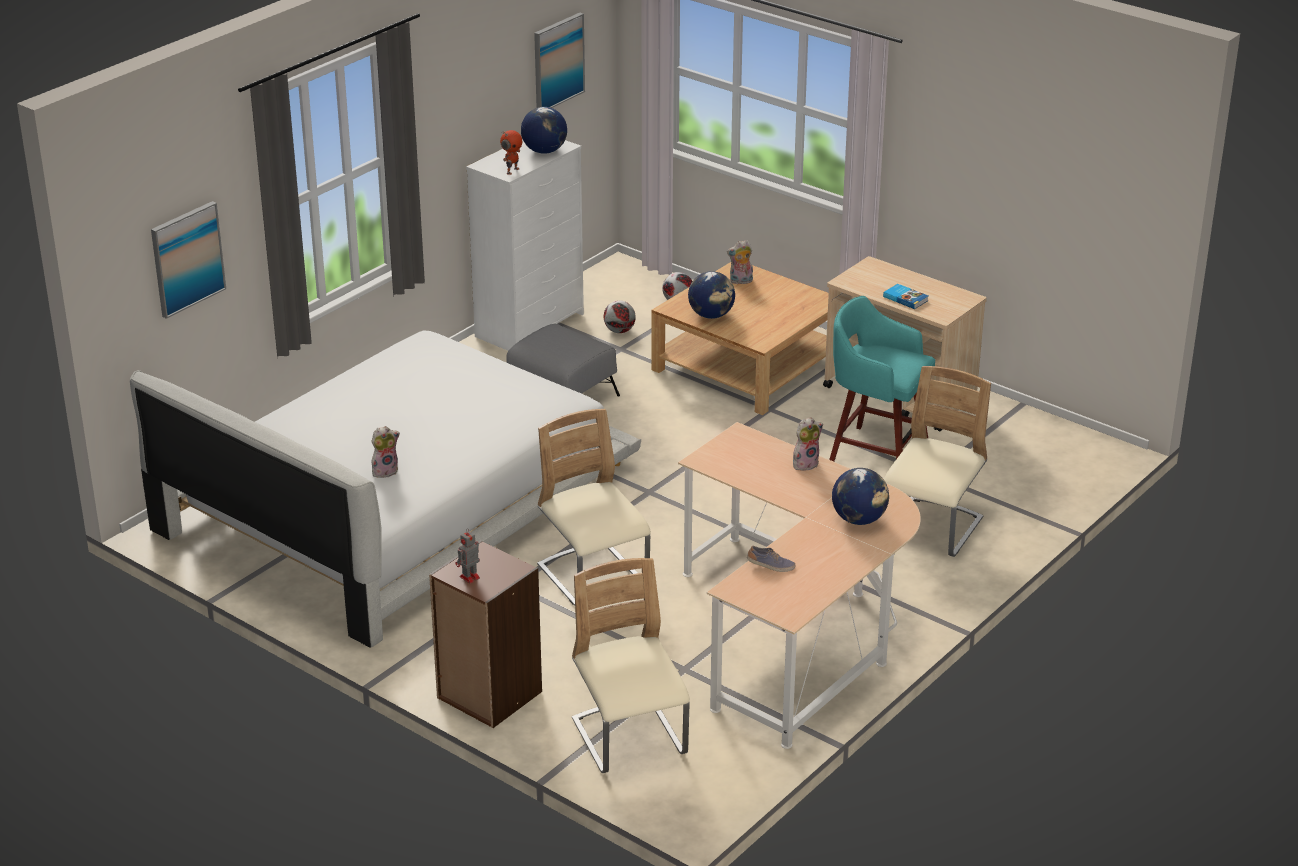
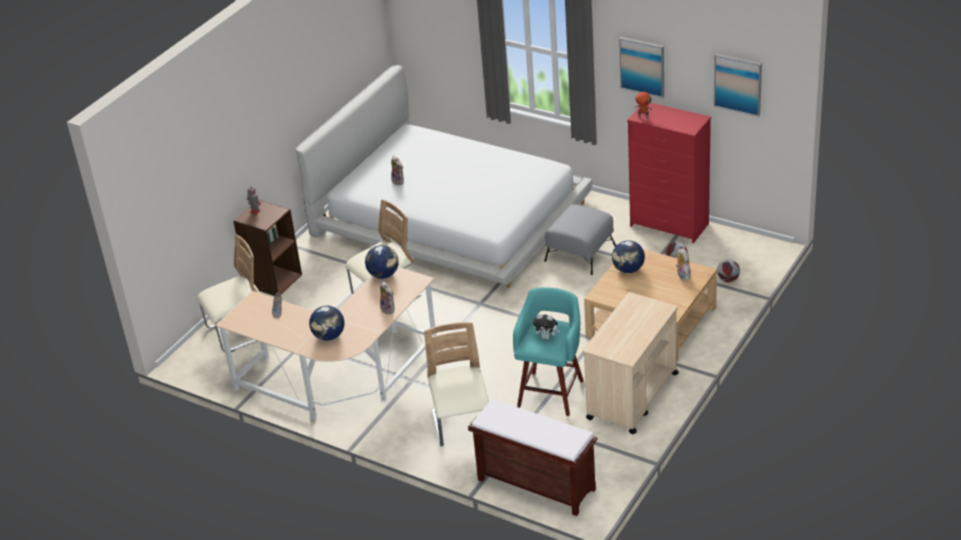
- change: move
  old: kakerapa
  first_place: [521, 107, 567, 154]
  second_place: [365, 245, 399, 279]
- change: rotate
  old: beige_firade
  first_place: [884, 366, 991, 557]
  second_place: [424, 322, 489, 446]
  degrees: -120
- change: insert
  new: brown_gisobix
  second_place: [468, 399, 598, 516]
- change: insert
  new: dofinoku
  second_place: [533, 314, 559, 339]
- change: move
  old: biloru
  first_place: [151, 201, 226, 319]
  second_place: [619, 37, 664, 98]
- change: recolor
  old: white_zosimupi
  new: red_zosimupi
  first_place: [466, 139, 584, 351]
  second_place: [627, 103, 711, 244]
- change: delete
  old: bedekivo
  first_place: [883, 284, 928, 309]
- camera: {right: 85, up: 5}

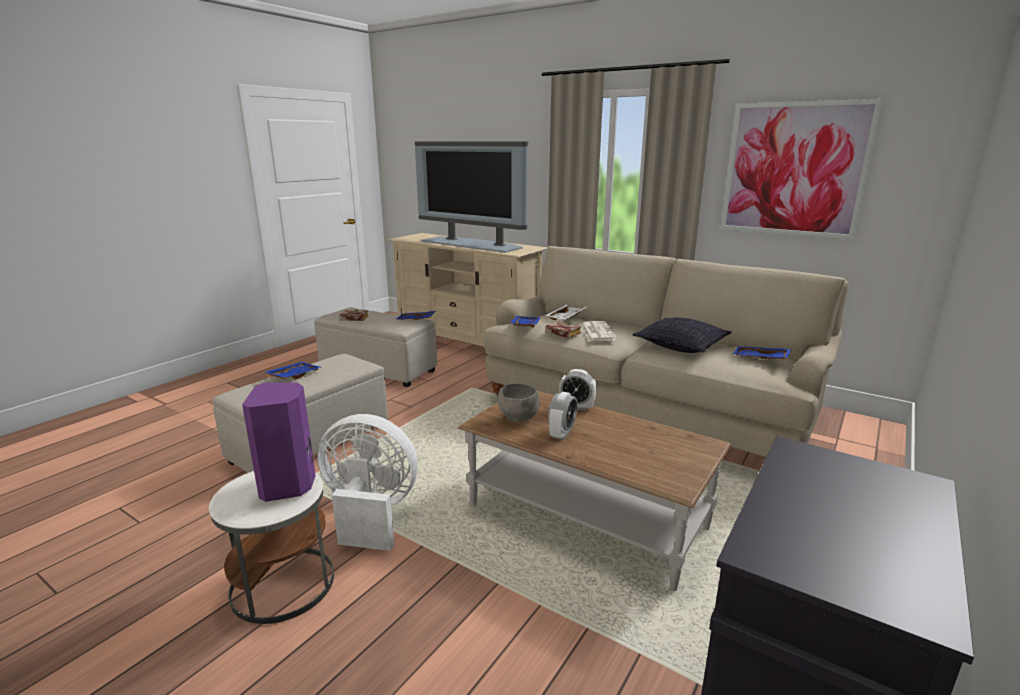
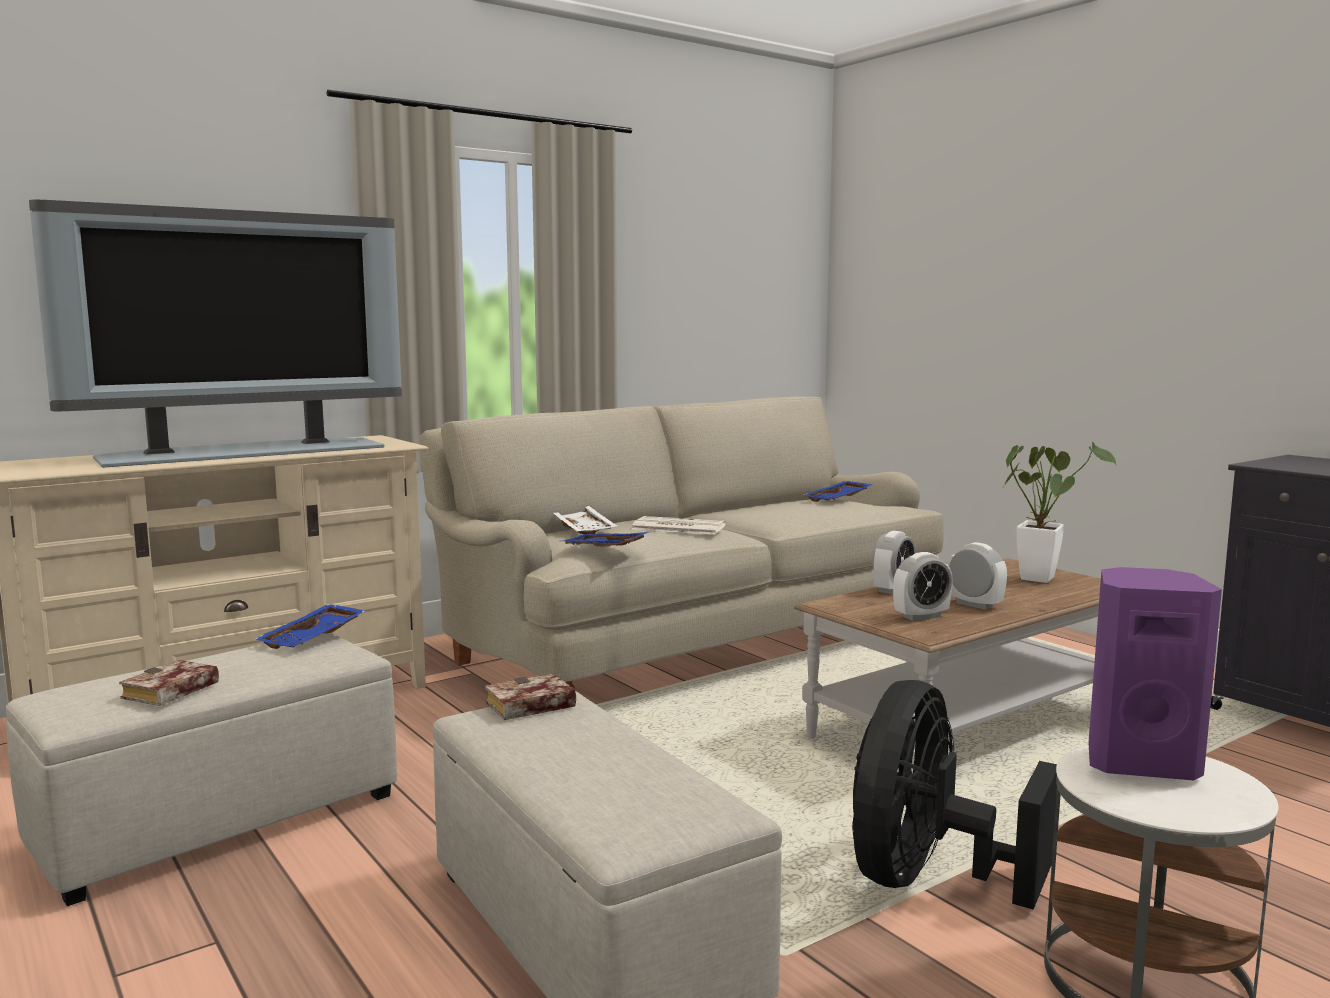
- change: move
  old: bedekivo
  first_place: [545, 321, 581, 338]
  second_place: [485, 673, 576, 720]
- change: recolor
  old: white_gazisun
  new: black_gazisun
  first_place: [317, 414, 418, 551]
  second_place: [852, 680, 1057, 910]
- change: replace
  old: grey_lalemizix
  new: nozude
  first_place: [498, 383, 540, 422]
  second_place: [893, 552, 953, 621]
- change: insert
  new: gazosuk
  second_place: [1004, 442, 1117, 583]
- change: delete
  old: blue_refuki
  first_place: [265, 362, 322, 380]
- change: delete
  old: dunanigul
  first_place: [633, 318, 732, 353]
- change: delete
  old: biloru
  first_place: [721, 99, 883, 240]
- camera: {right: -70, up: -10}

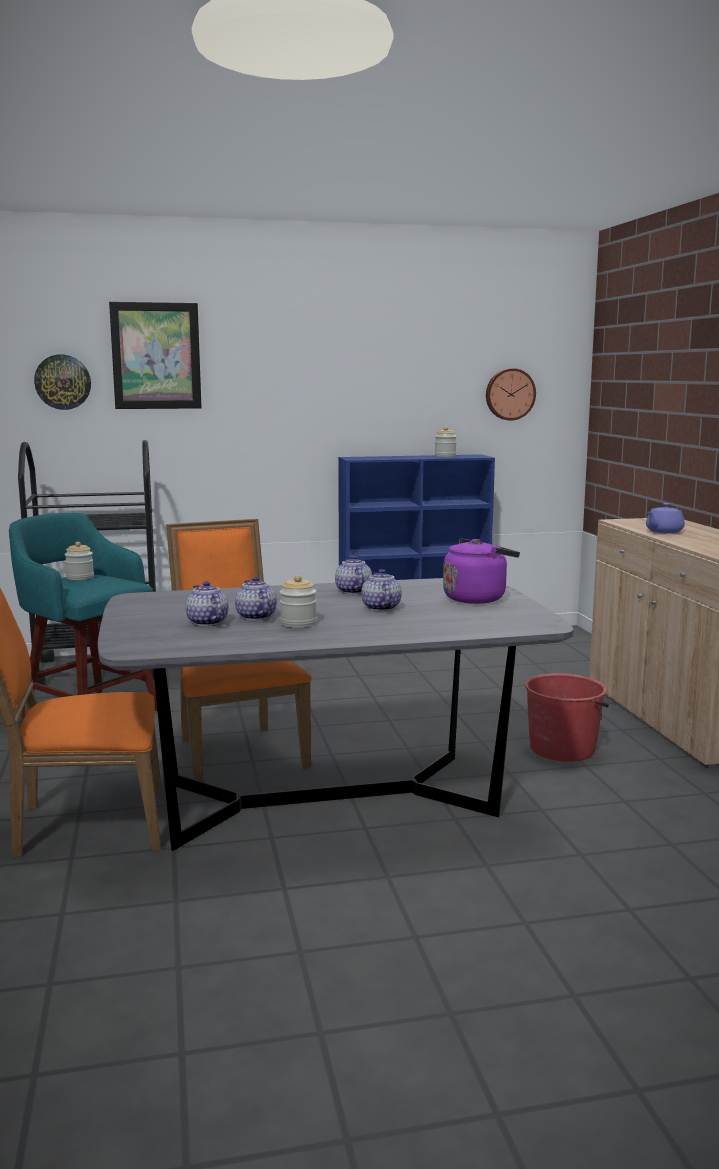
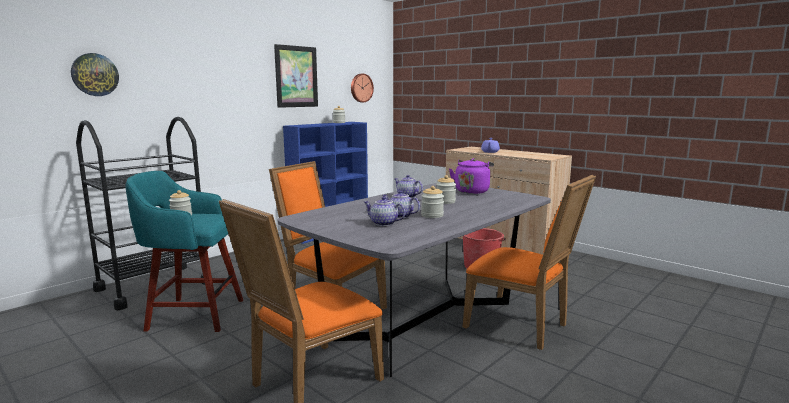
- change: move
  old: biloru
  first_place: [109, 302, 202, 409]
  second_place: [274, 44, 318, 108]
- change: replace
  old: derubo
  new: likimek
  first_place: [361, 569, 402, 611]
  second_place: [436, 175, 456, 204]
- change: insert
  new: orange_firade
  second_place: [463, 175, 596, 350]
- camera: {right: -35, up: 0}

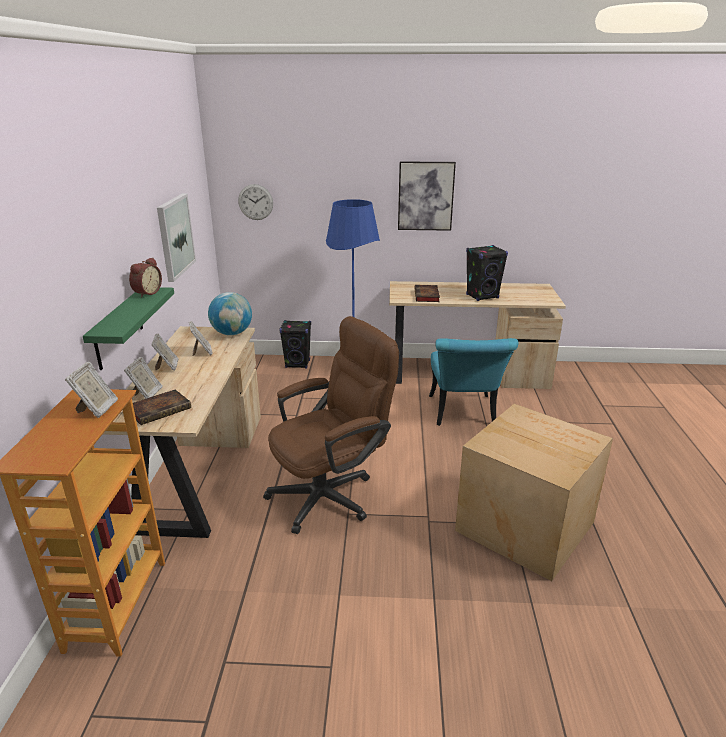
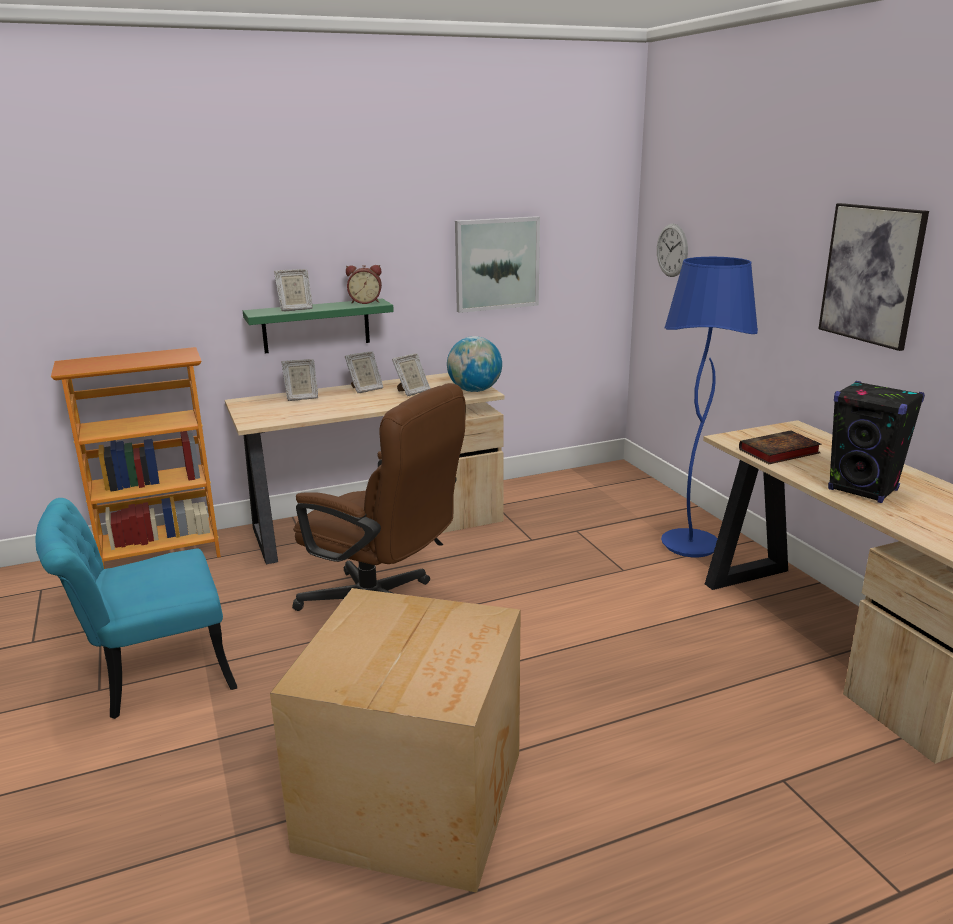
- change: move
  old: turquoise_firade
  first_place: [429, 338, 519, 426]
  second_place: [35, 498, 237, 719]
- change: move
  old: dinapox
  first_place: [65, 362, 118, 418]
  second_place: [274, 269, 313, 311]
- change: delete
  old: bedekivo
  first_place: [133, 390, 191, 425]
- change: delete
  old: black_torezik
  first_place: [279, 320, 311, 369]
- camera: {right: 65, up: -5}

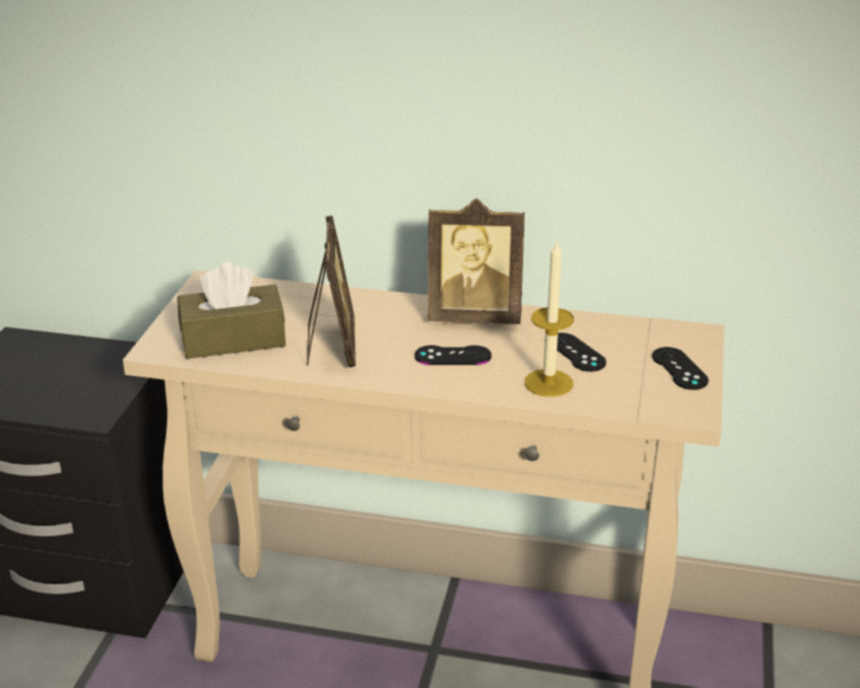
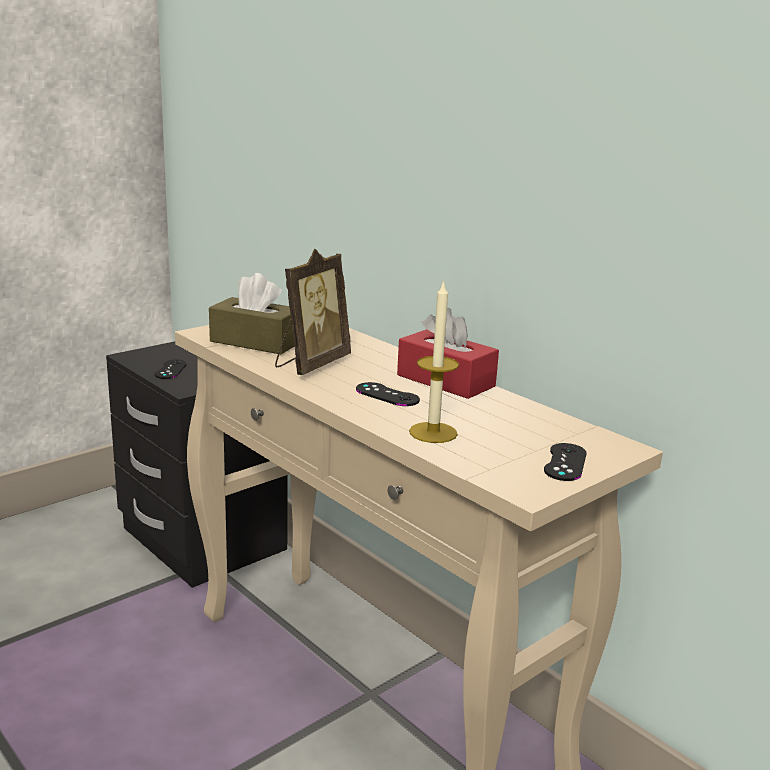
- change: move
  old: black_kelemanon
  first_place: [557, 333, 606, 372]
  second_place: [155, 359, 187, 379]
- change: replace
  old: dinapox
  new: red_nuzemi
  first_place: [428, 198, 525, 324]
  second_place: [397, 308, 499, 399]
- camera: {right: 35, up: -10}

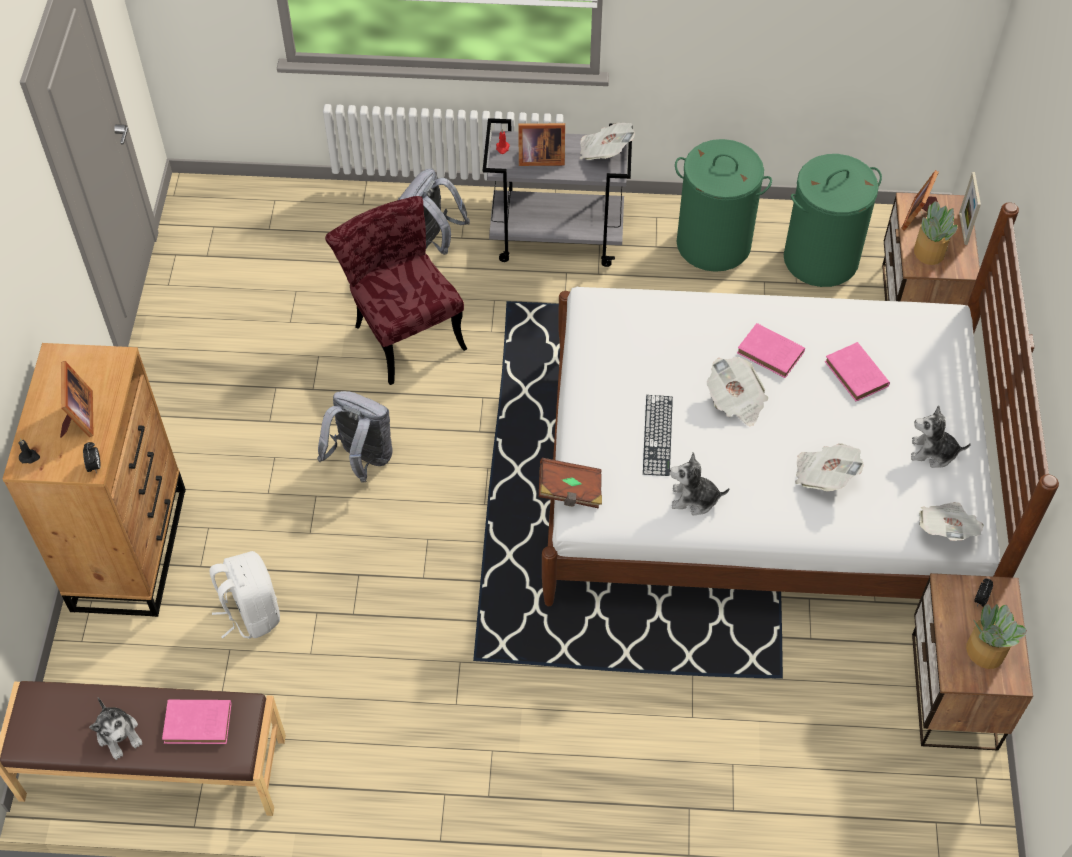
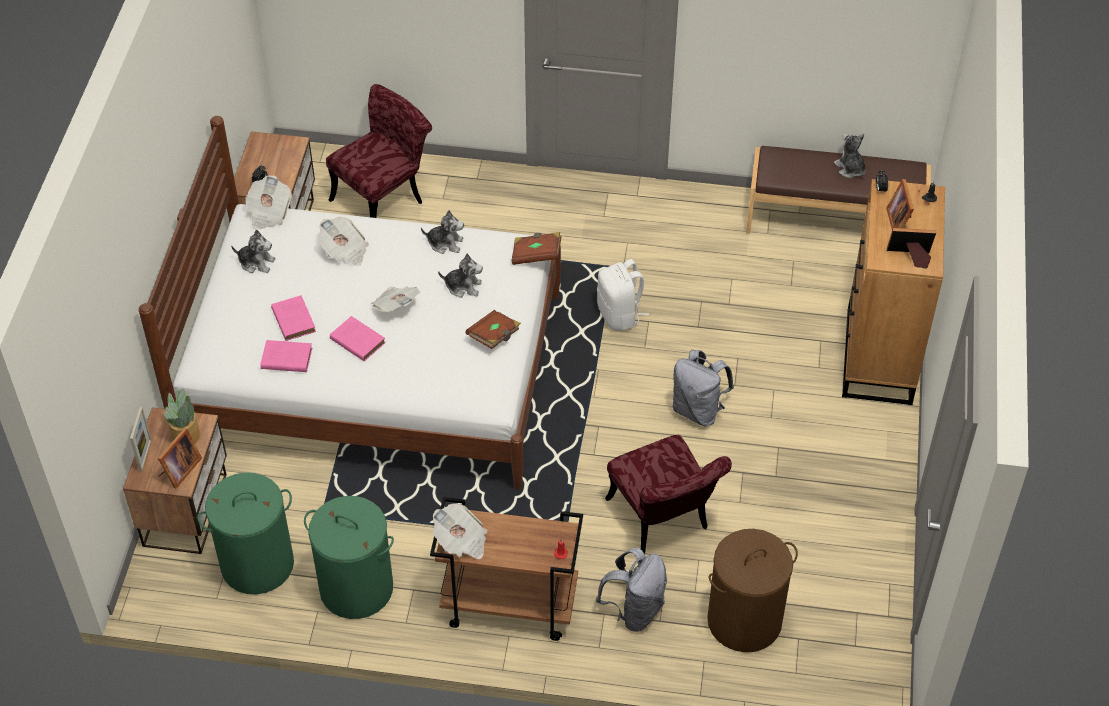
- change: move
  old: pink_bedekivo
  first_place: [162, 700, 232, 744]
  second_place: [260, 340, 312, 372]
- change: insert
  new: red_firade
  second_place: [326, 84, 432, 218]
- change: recolor
  old: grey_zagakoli
  new: brown_zagakoli
  first_place: [483, 118, 632, 267]
  second_place: [430, 497, 583, 641]
- change: replace
  old: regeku
  new: dofinoku
  first_place: [643, 395, 673, 476]
  second_place: [438, 253, 483, 298]
- change: insert
  new: brown_bedekivo
  second_place: [466, 310, 521, 349]
- change: move
  old: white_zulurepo
  first_place: [209, 551, 280, 639]
  second_place: [597, 259, 649, 331]
- change: insert
  new: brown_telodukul
  second_place: [707, 529, 798, 652]
- change: move
  old: dinapox
  first_place: [518, 123, 565, 166]
  second_place: [887, 228, 936, 269]
- change: delete
  old: gazosuk
  first_place: [966, 604, 1027, 669]
- camera: {right: -175, up: -5}

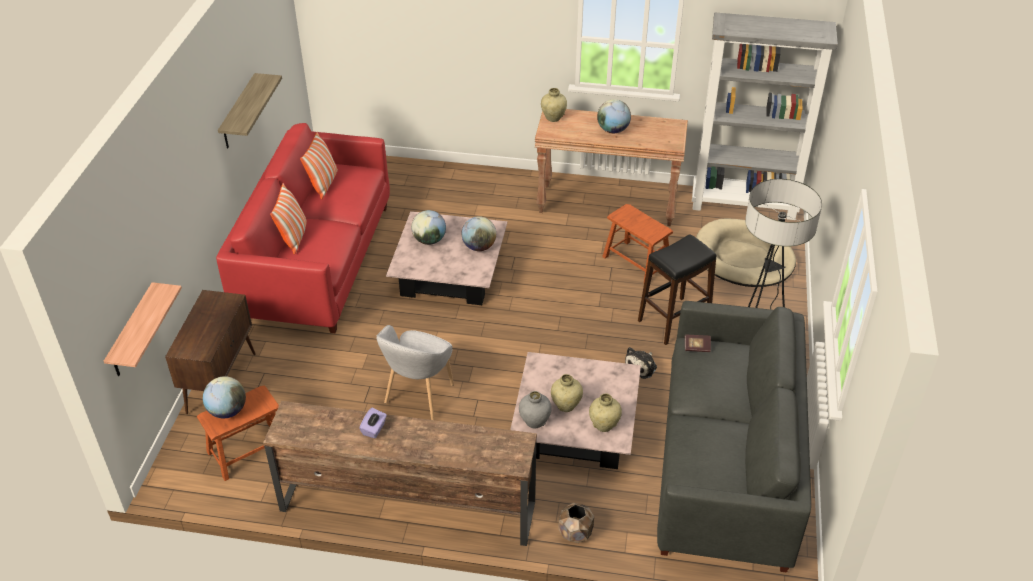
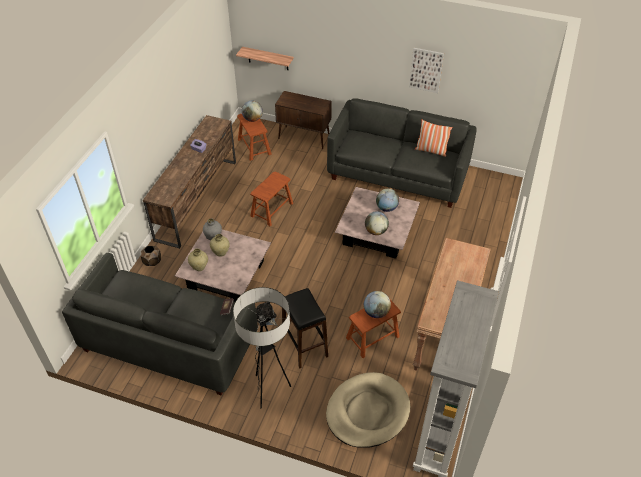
- change: replace
  old: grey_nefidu
  new: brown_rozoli
  first_place: [376, 325, 454, 420]
  second_place: [250, 172, 293, 226]
- change: recolor
  old: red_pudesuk
  new: grey_pudesuk
  first_place: [216, 123, 390, 333]
  second_place: [327, 98, 477, 208]
- change: move
  old: kakerapa
  first_place: [597, 99, 631, 133]
  second_place: [364, 291, 391, 318]
- change: replace
  old: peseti
  new: biloru
  first_place: [218, 73, 282, 149]
  second_place: [409, 48, 444, 93]
- change: delete
  old: dunanigul
  first_place: [270, 183, 307, 255]
- change: delete
  old: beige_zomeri
  first_place: [541, 88, 567, 122]
- camera: {right: 100, up: 5}

